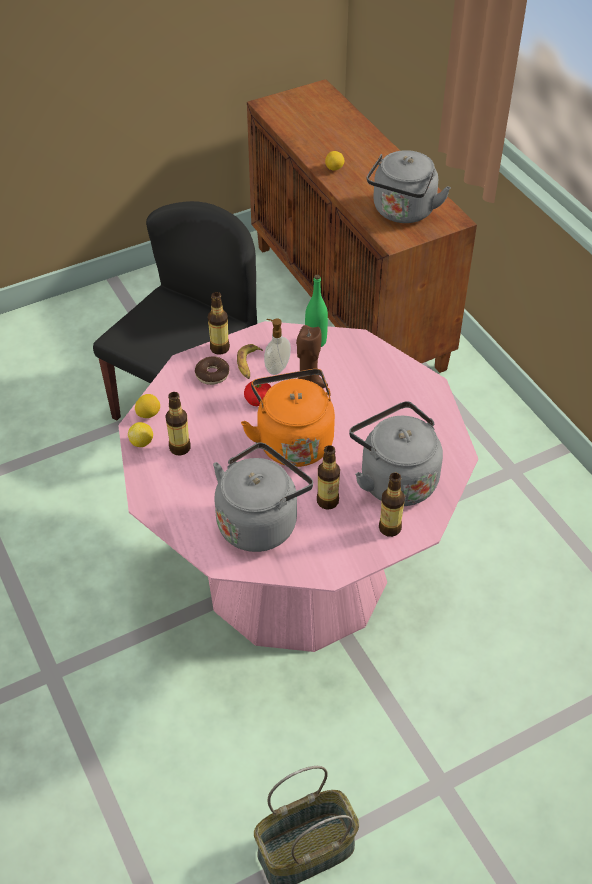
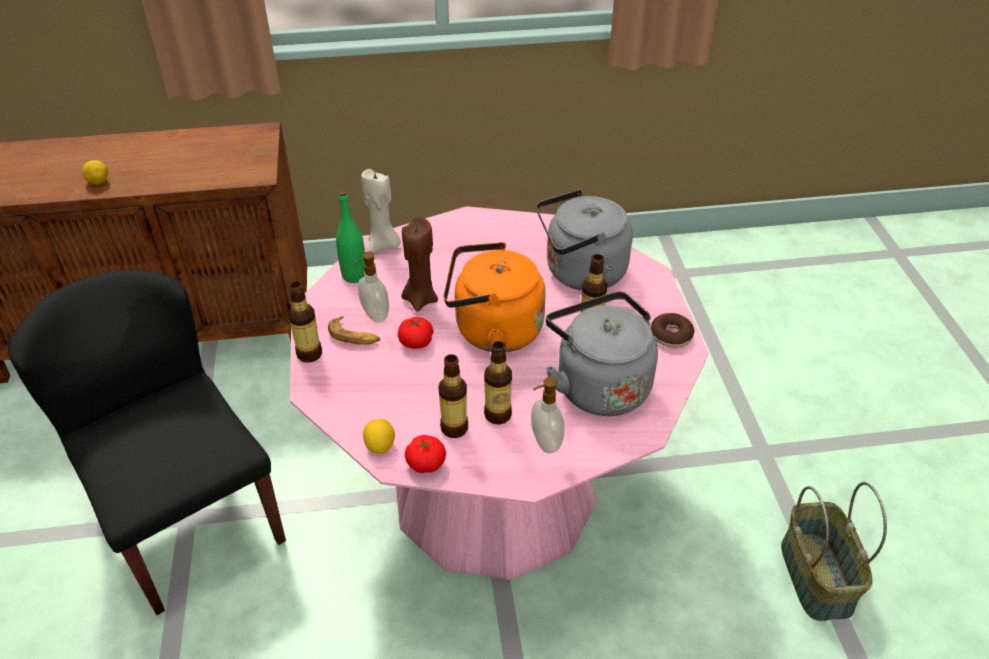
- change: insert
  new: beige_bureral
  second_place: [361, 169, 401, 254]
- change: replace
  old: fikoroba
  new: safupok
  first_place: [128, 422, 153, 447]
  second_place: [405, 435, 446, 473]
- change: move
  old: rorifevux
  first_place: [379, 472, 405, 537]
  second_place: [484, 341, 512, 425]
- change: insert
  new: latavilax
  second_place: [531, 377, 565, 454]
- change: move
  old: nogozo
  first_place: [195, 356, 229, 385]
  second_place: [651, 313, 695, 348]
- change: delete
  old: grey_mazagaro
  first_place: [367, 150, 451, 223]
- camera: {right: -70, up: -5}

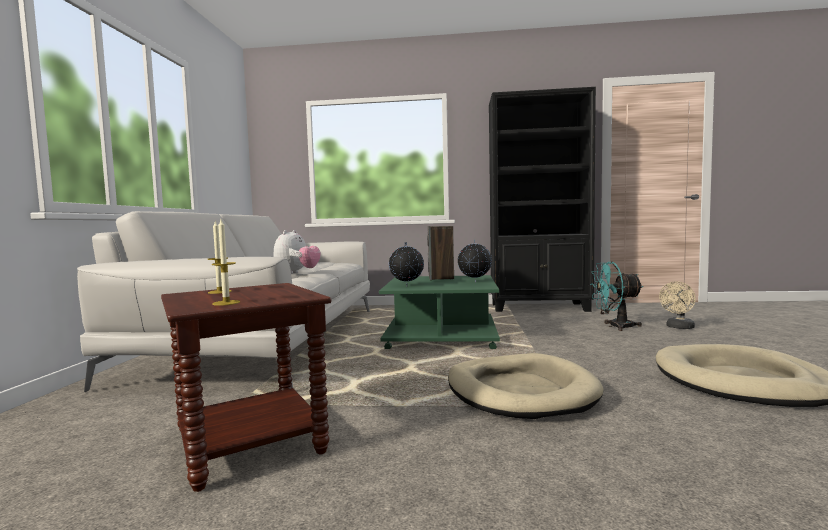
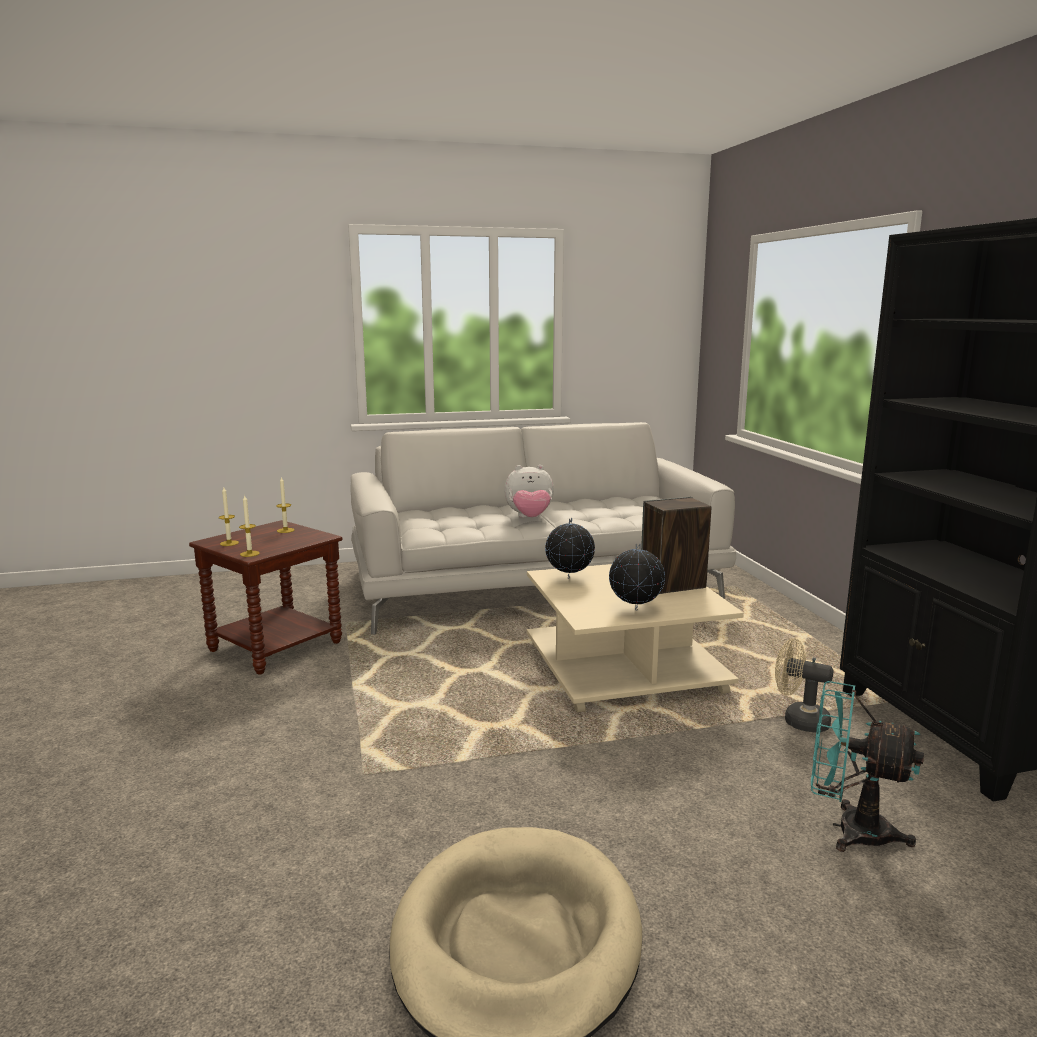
- change: insert
  new: bureral
  second_place: [239, 495, 260, 557]
- change: recolor
  old: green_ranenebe
  new: beige_ranenebe
  first_place: [379, 275, 500, 349]
  second_place: [527, 564, 744, 712]
- change: move
  old: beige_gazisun
  first_place: [659, 281, 696, 329]
  second_place: [775, 638, 834, 733]
- change: rotate
  old: turquoise_gazisun
  first_place: [590, 261, 643, 331]
  second_place: [811, 681, 924, 852]
  degrees: -45
- change: delete
  old: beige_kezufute
  first_place: [448, 353, 604, 419]
- camera: {right: 70, up: 10}

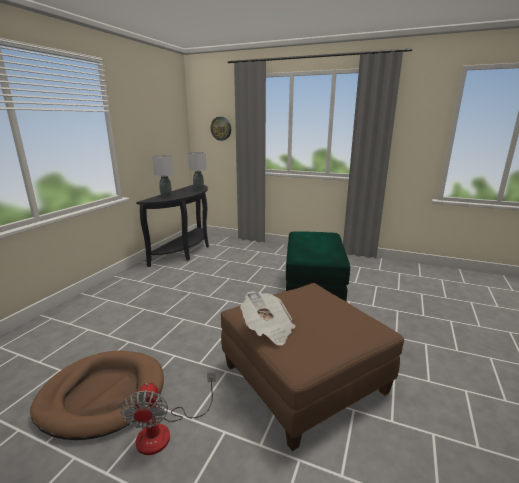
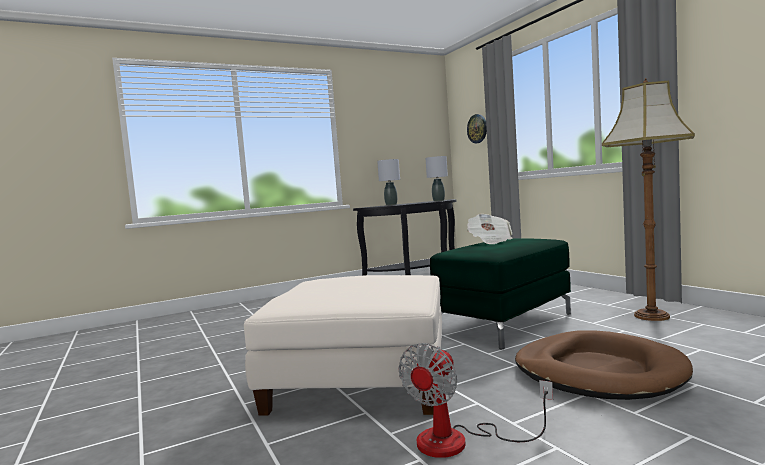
- change: recolor
  old: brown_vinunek
  new: white_vinunek
  first_place: [221, 283, 404, 451]
  second_place: [244, 275, 442, 416]
- change: move
  old: gazisun
  first_place: [120, 372, 215, 455]
  second_place: [399, 343, 553, 458]
- change: move
  old: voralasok
  first_place: [240, 291, 295, 346]
  second_place: [467, 214, 513, 244]
- change: move
  old: brown_kezufute
  first_place: [30, 350, 164, 440]
  second_place: [515, 330, 693, 400]
- change: insert
  new: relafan
  second_place: [602, 78, 695, 321]
- camera: {right: 40, up: -15}

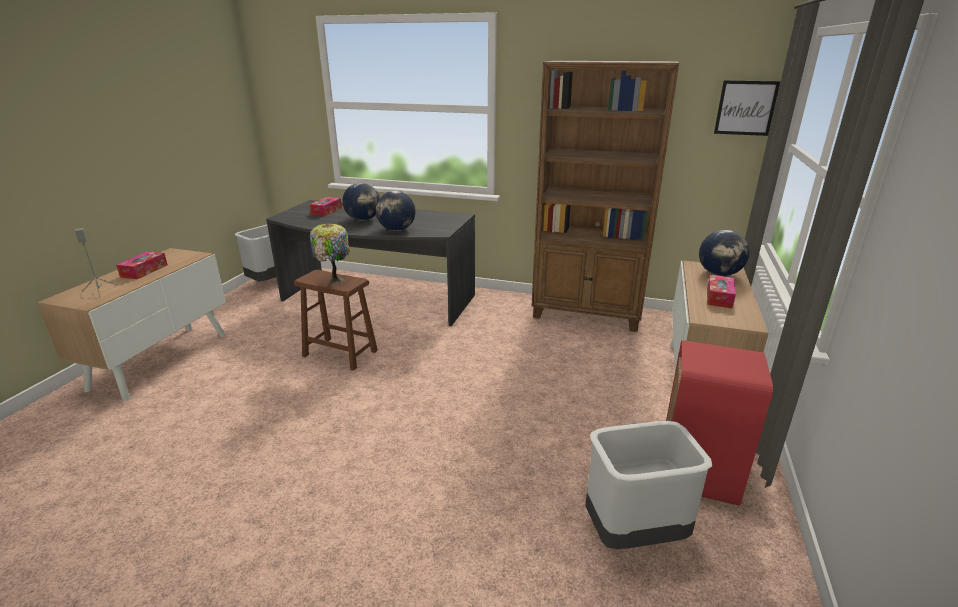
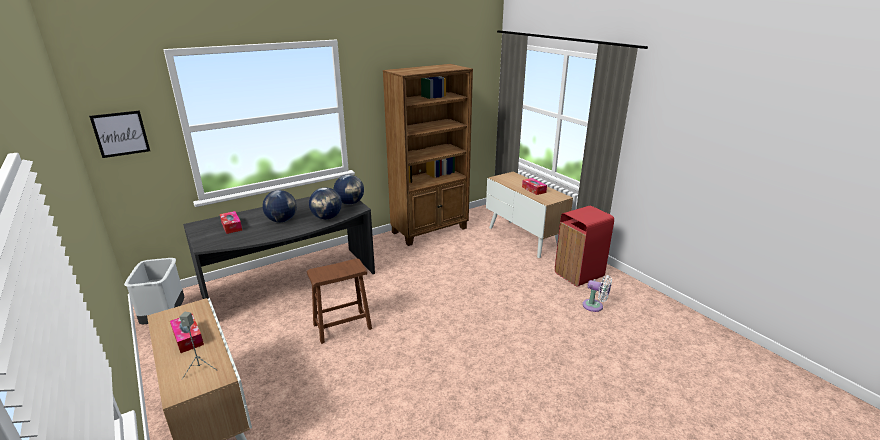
- change: move
  old: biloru
  first_place: [714, 80, 780, 136]
  second_place: [89, 110, 150, 158]
- change: move
  old: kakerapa
  first_place: [699, 230, 750, 276]
  second_place: [334, 174, 364, 205]
- change: replace
  old: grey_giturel
  new: white_gazisun
  first_place: [586, 421, 713, 549]
  second_place: [582, 275, 612, 312]
- change: delete
  old: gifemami
  first_place: [310, 224, 350, 284]
- camera: {right: -50, up: 0}

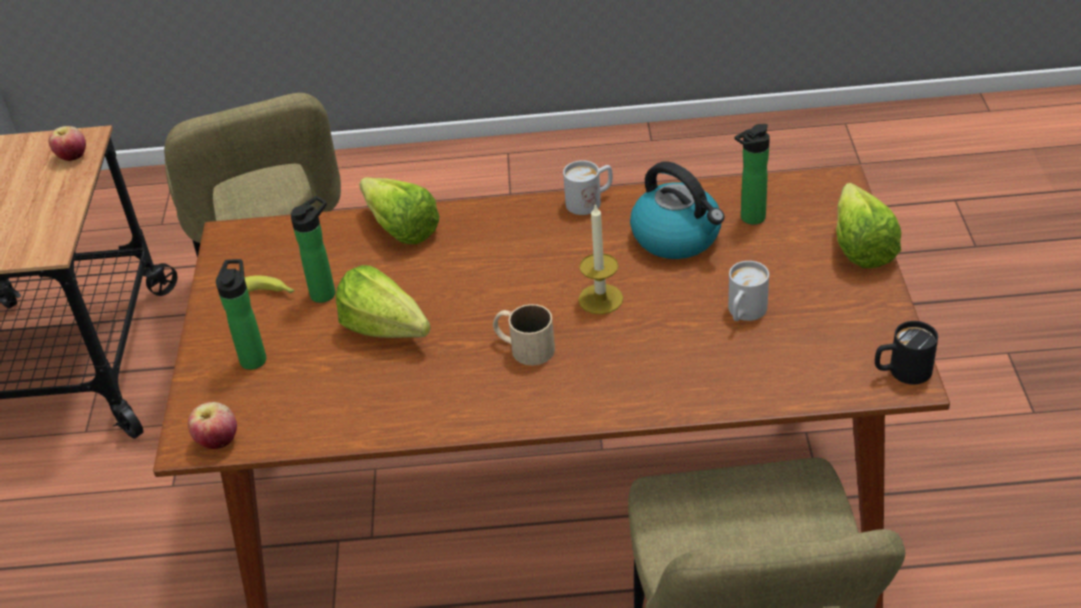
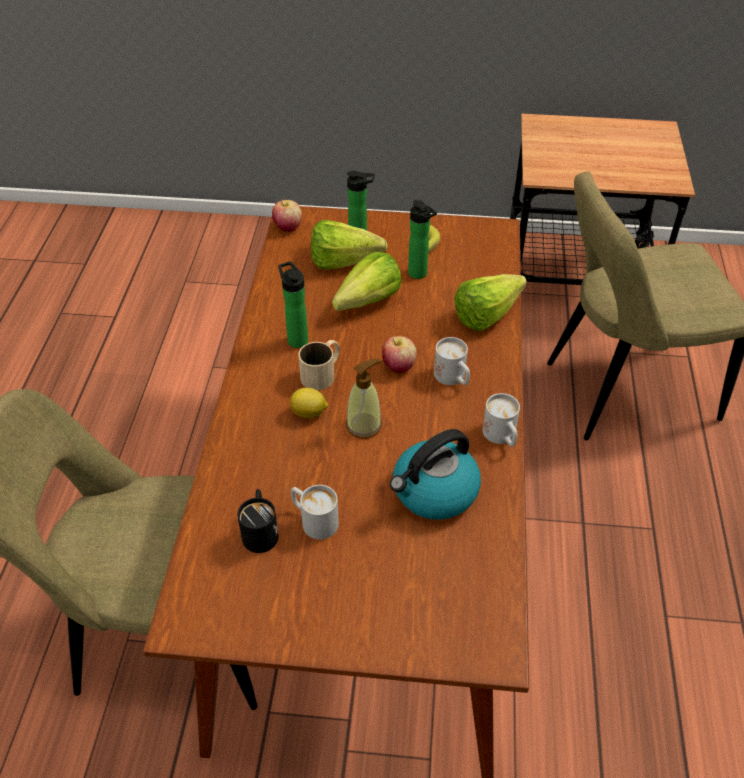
- change: move
  old: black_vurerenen
  first_place: [875, 321, 938, 384]
  second_place: [237, 489, 279, 553]
- change: move
  old: rorifevux
  first_place: [734, 124, 770, 225]
  second_place: [278, 261, 308, 348]
- change: insert
  new: fikoroba
  second_place: [290, 388, 328, 418]
- change: move
  old: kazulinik
  first_place: [836, 183, 901, 268]
  second_place: [311, 220, 388, 269]
- change: replace
  old: bureral
  new: latavilax
  first_place: [578, 203, 623, 315]
  second_place: [346, 359, 382, 439]
- change: move
  old: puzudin
  first_place: [49, 126, 86, 161]
  second_place: [382, 336, 417, 373]
- change: insert
  new: white_vurerenen
  second_place: [434, 337, 470, 385]
- camera: {right: 95, up: 5}

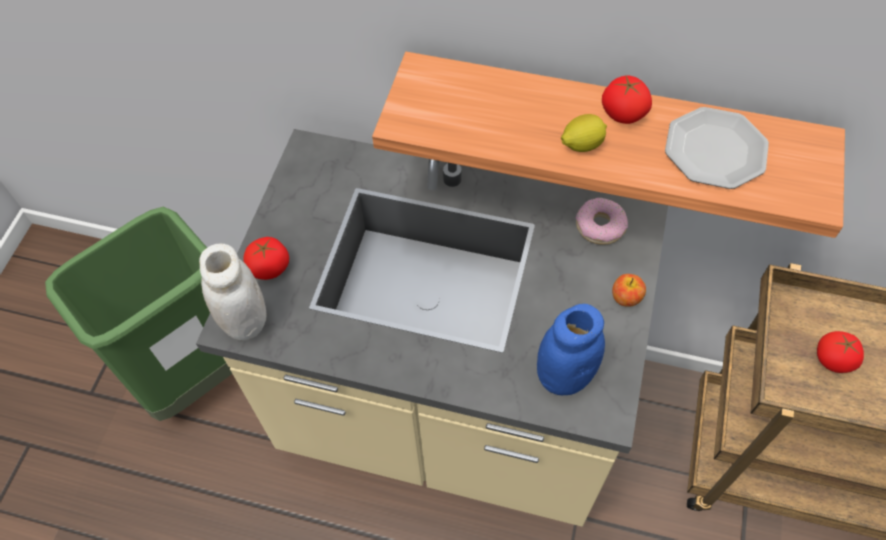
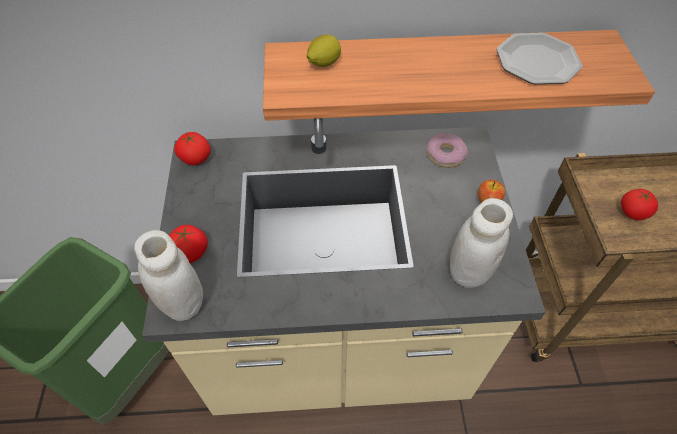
- change: move
  old: safupok
  first_place: [602, 76, 652, 124]
  second_place: [174, 132, 211, 165]
- change: move
  old: fikoroba
  first_place: [561, 114, 607, 152]
  second_place: [306, 34, 341, 67]
- change: recolor
  old: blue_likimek
  new: white_likimek
  first_place: [537, 304, 605, 395]
  second_place: [450, 198, 513, 288]
- camera: {right: -20, up: -5}

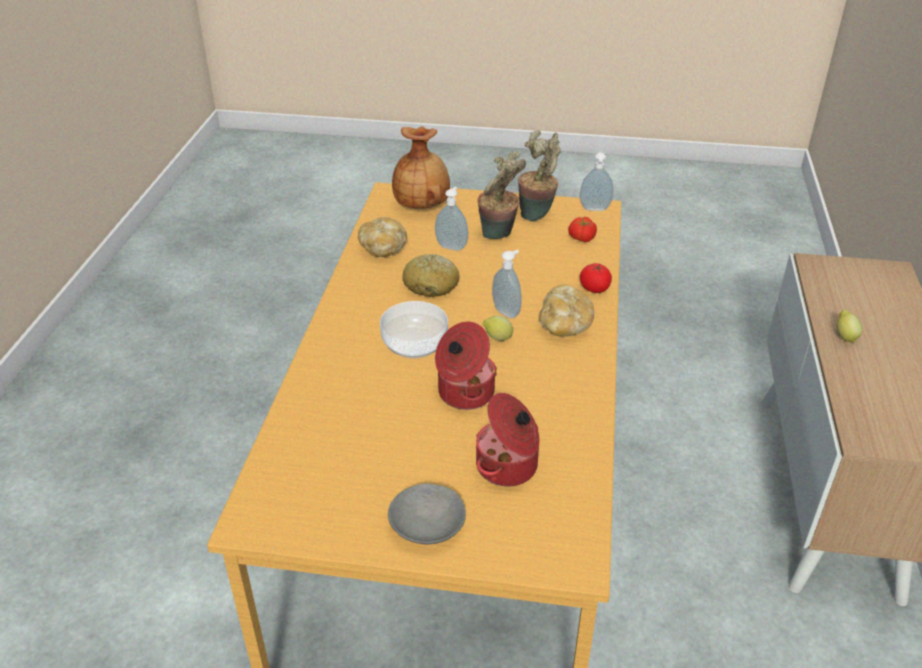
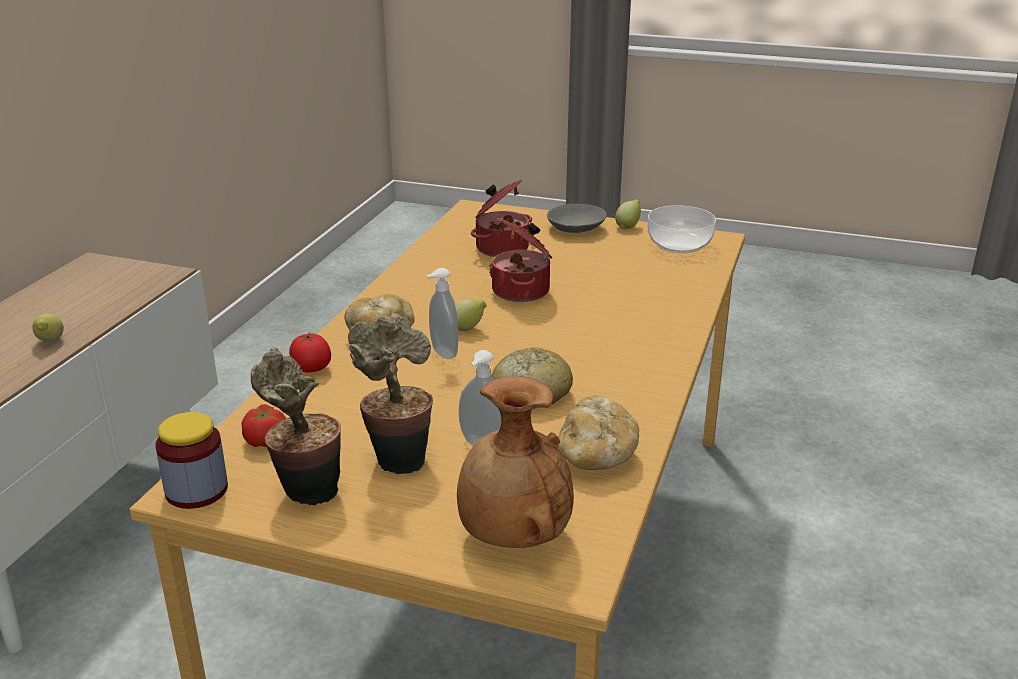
- change: replace
  old: latavilax
  new: likimek
  first_place: [580, 153, 614, 211]
  second_place: [155, 412, 228, 509]
- change: insert
  new: fikoroba
  second_place: [615, 199, 641, 229]
- change: move
  old: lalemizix
  first_place: [380, 301, 448, 358]
  second_place: [648, 205, 716, 253]
- camera: {right: -170, up: -10}

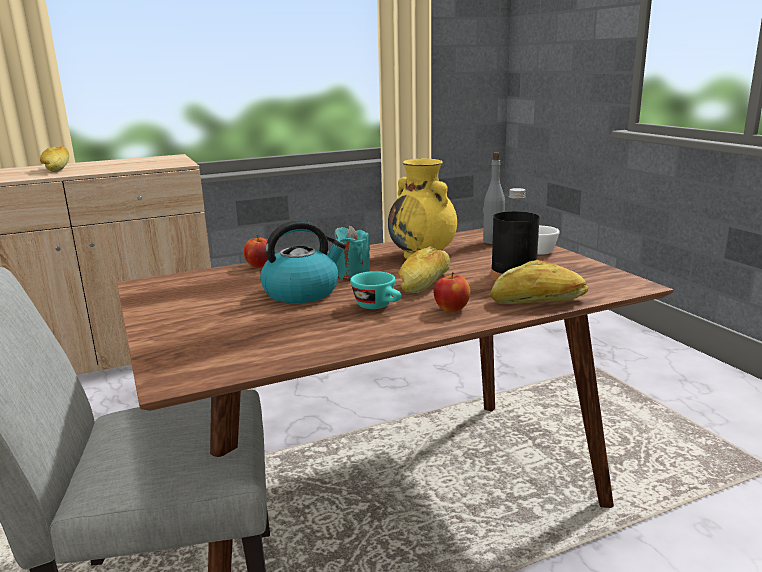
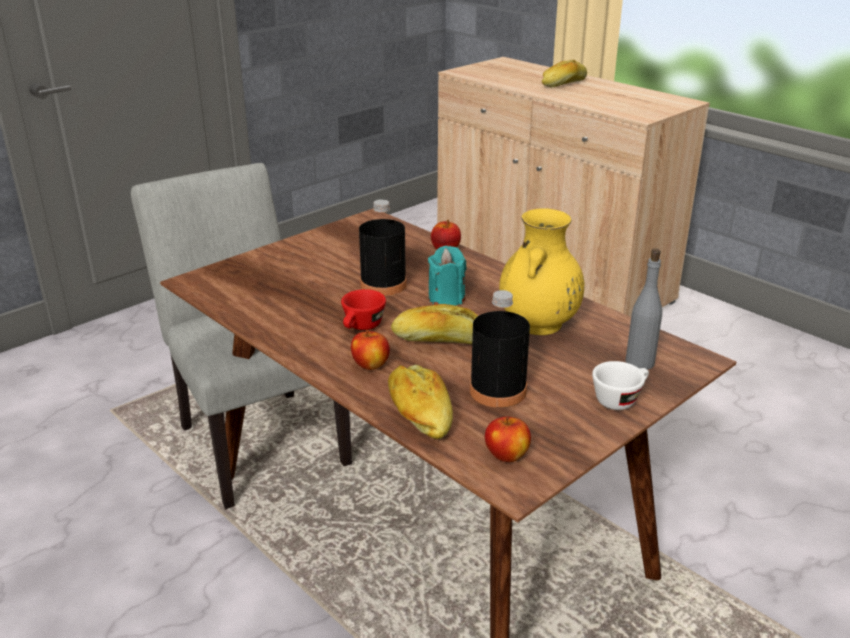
- change: recolor
  old: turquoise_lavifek
  new: red_lavifek
  first_place: [350, 271, 401, 309]
  second_place: [341, 289, 386, 330]
- change: replace
  old: mazagaro
  new: black_rorifevux
  first_place: [260, 220, 346, 303]
  second_place: [359, 199, 407, 296]
- change: insert
  new: puzudin
  second_place: [485, 417, 531, 462]
- camera: {right: 70, up: 10}

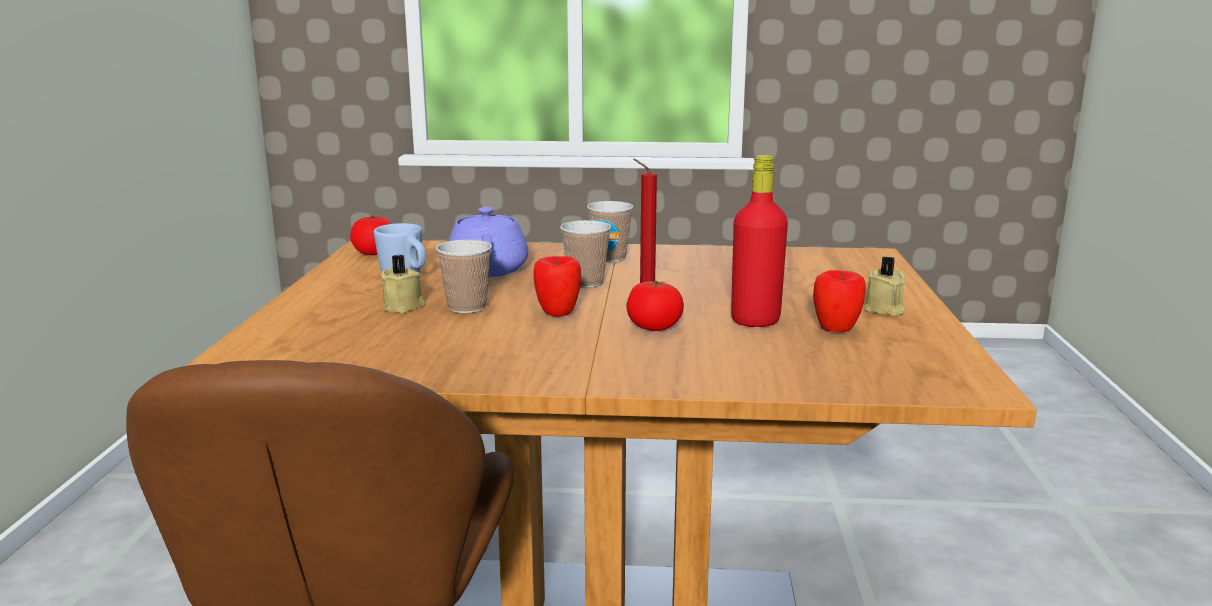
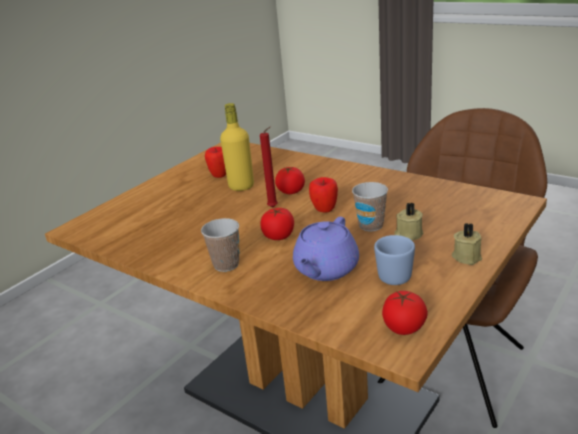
- change: recolor
  old: red_rorifevux
  new: yellow_rorifevux
  first_place: [731, 155, 788, 327]
  second_place: [220, 103, 254, 191]
- change: replace
  old: lavifek
  new: safupok
  first_place: [560, 220, 611, 288]
  second_place: [260, 208, 294, 240]
- change: move
  old: beige_bureral
  first_place: [864, 256, 906, 316]
  second_place: [452, 223, 482, 265]
- camera: {right: -145, up: 10}

